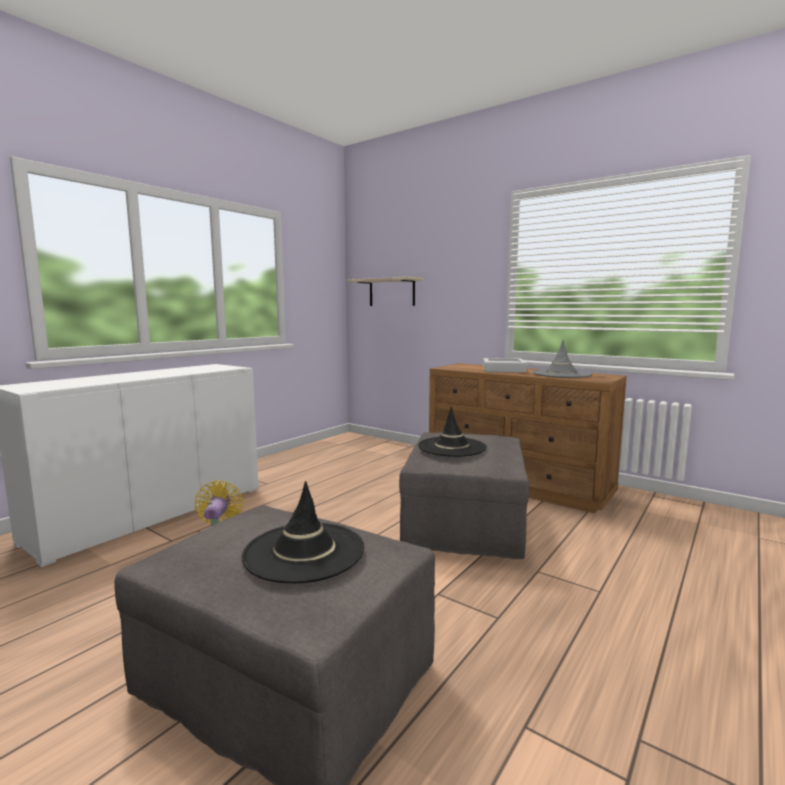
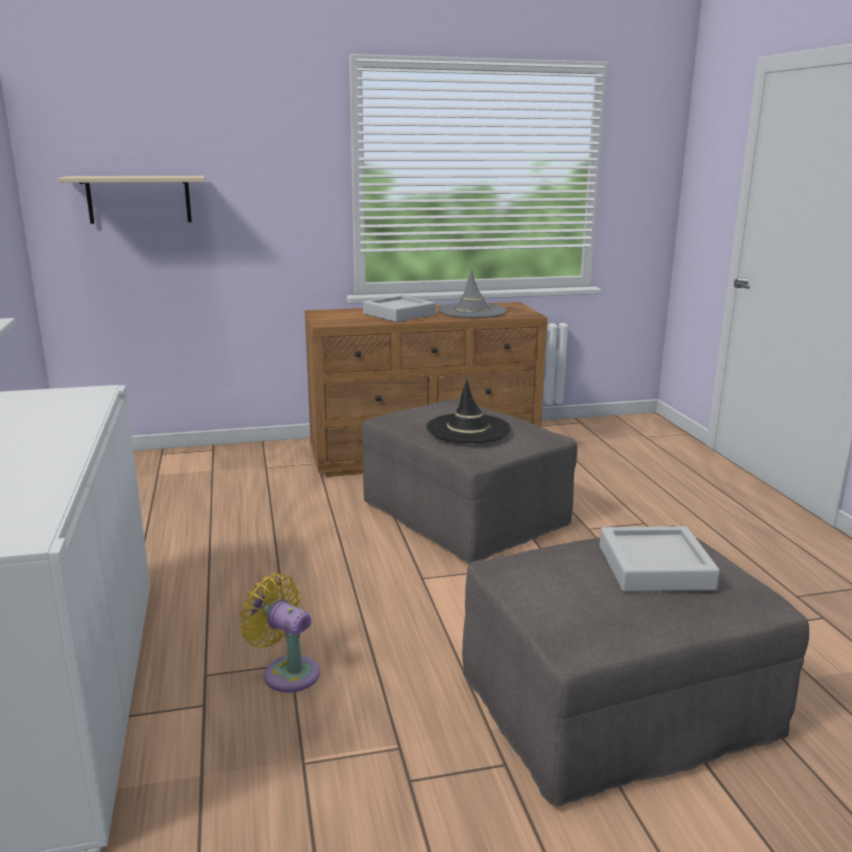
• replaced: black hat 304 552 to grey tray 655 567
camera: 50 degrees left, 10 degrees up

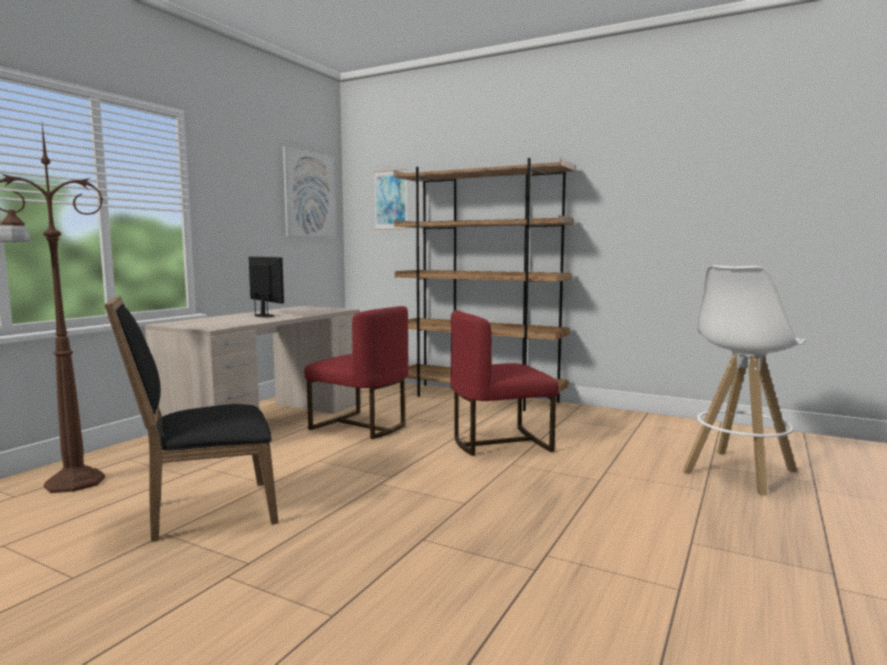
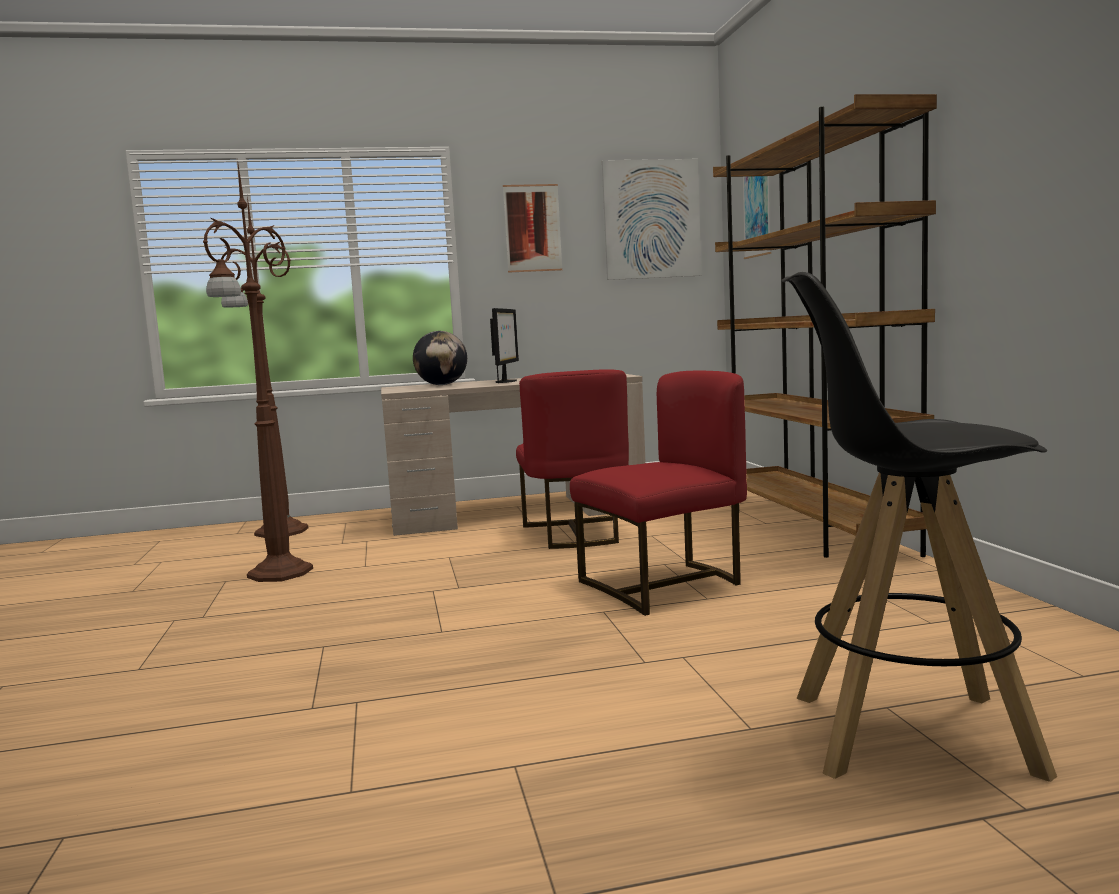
• replaced: black chair 204 512 to brown floor lamp 277 574
• added: globe 442 385
• added: picture 532 228
• turned: red chair 499 442 = 664 585 120 degrees clockwise
• recoloured: white stool 738 472 to black stool 908 733
camera: 50 degrees right, 0 degrees up

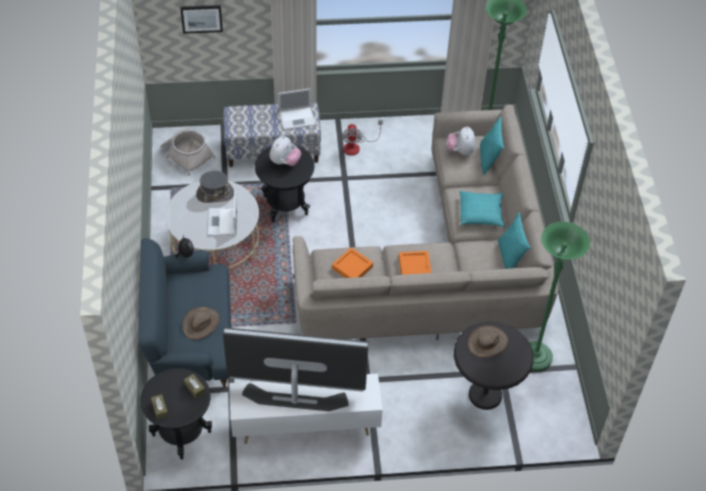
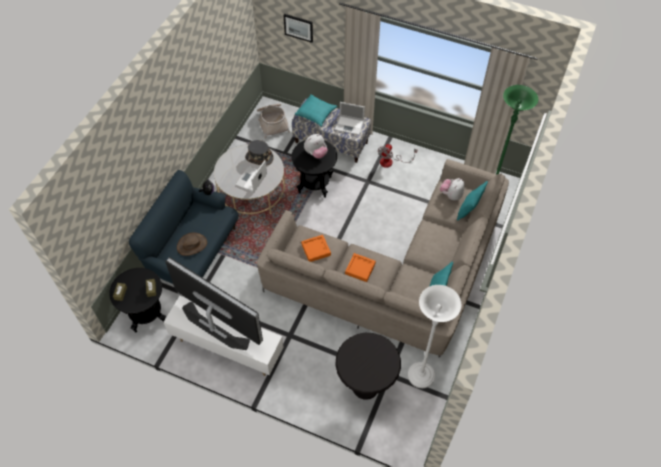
• moved: turquoise pillow 481 213 to 316 113
• recoloured: green floor lamp 535 357 to white floor lamp 421 376
• removed: brown hat 488 342
camera: 30 degrees right, 5 degrees up

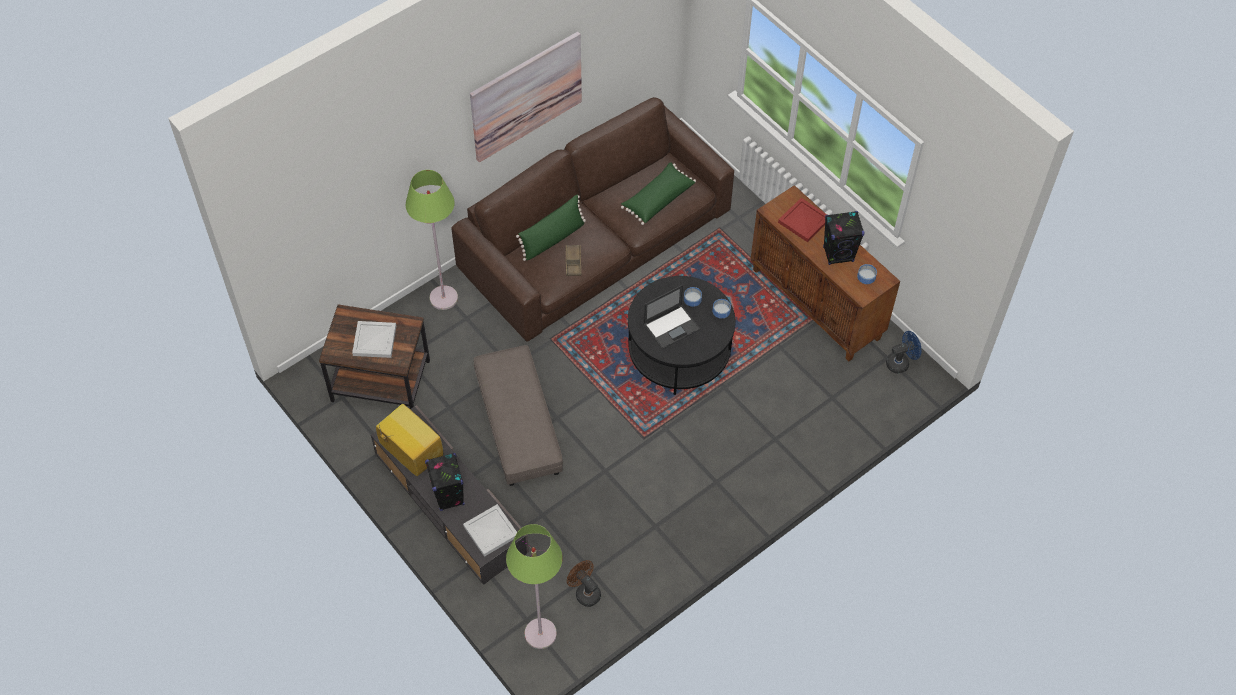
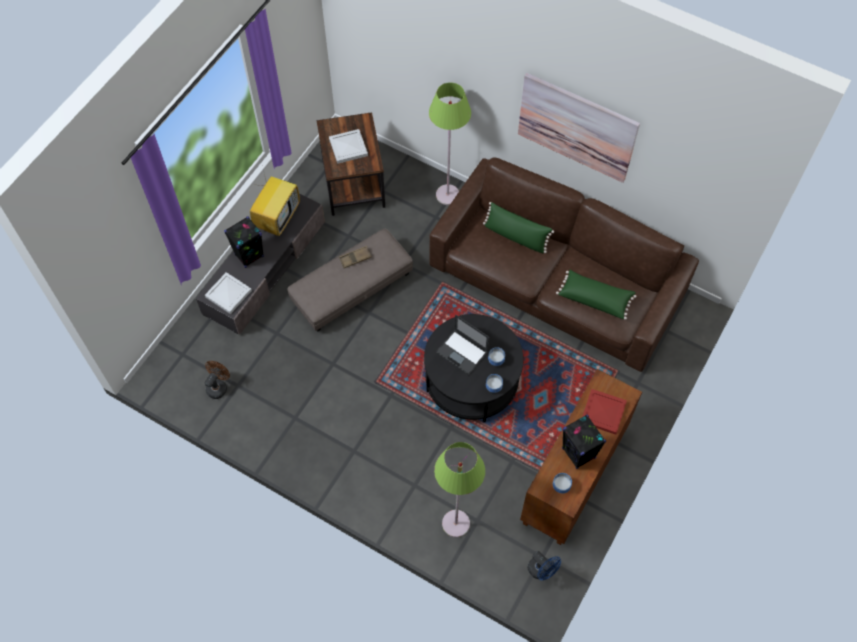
• moved: brown tray 573 262 to 355 258
• moved: green floor lamp 540 633 to 455 523
camera: 70 degrees right, 5 degrees up

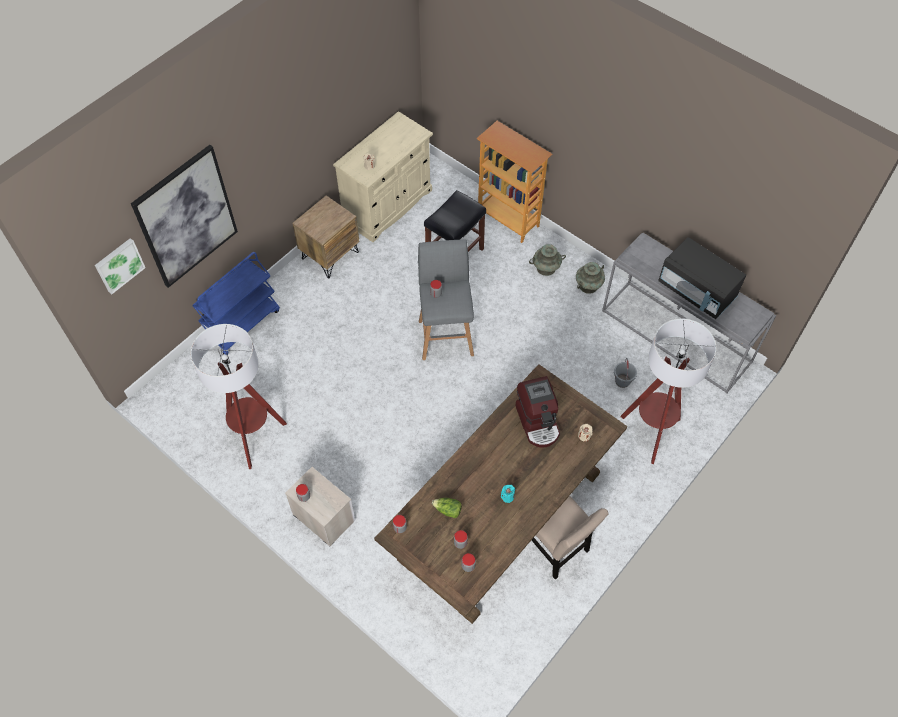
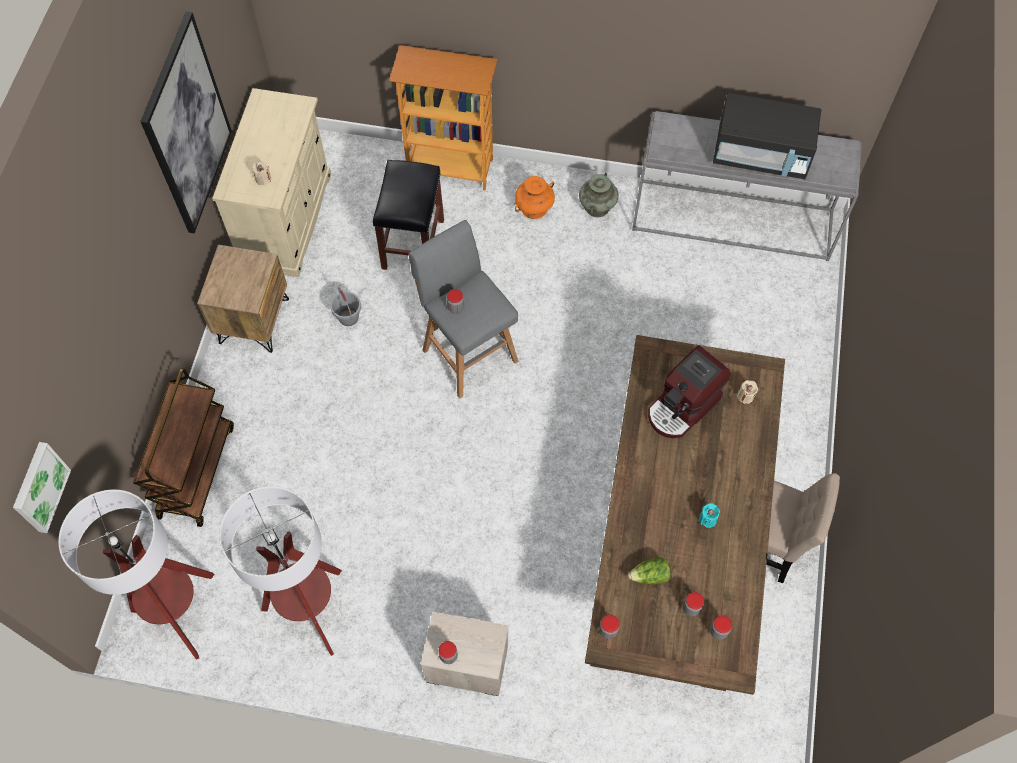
• moved: floor lamp 651 432 to 181 613
• recoloured: blue cart 242 324 to brown cart 196 470
• moved: picture 186 217 to 187 126
• moved: grey bucket 622 381 to 349 317
• recoloured: turquoise vase 546 268 to orange vase 534 208
• turned: coffee machine 538 422 = 683 407 90 degrees clockwise
camera: 30 degrees left, 5 degrees up

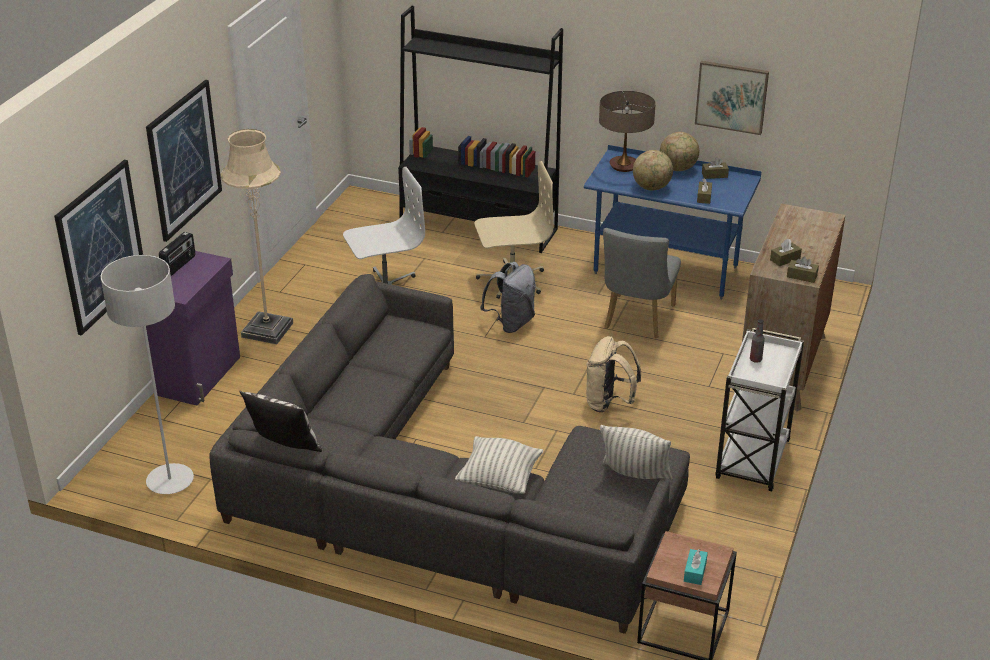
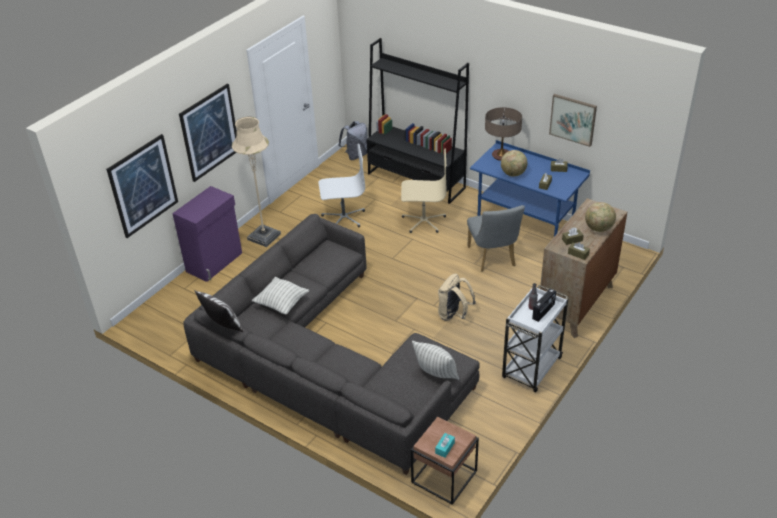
• moved: pillow 499 480 to 281 304
• moved: grey backpack 511 323 to 356 155
• turned: grey chair 636 320 = 493 259 45 degrees counterclockwise
• moved: radio 179 265 to 543 312
• moved: globe 678 169 to 598 228
• removed: grey floor lamp 170 481
camera: 15 degrees right, 5 degrees up

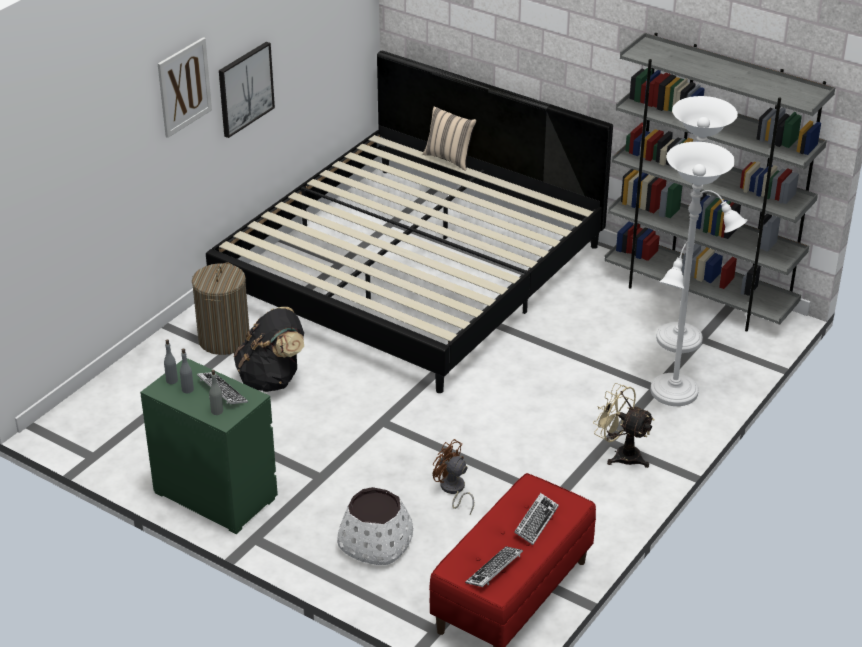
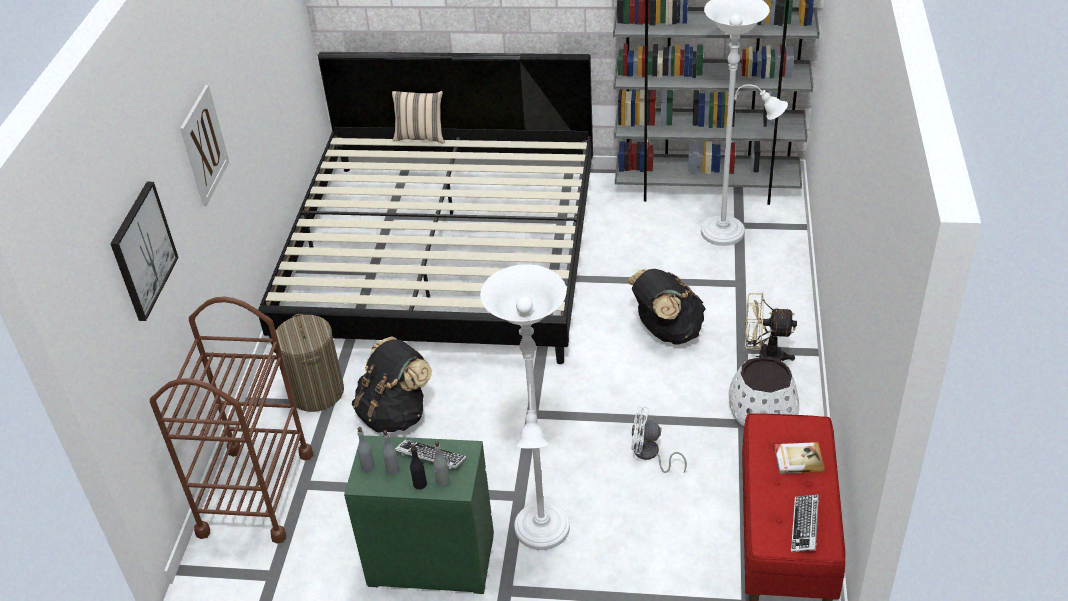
• moved: picture 245 88 to 142 250
• added: brown cart 256 493
• added: black bottle 420 484
• moved: white floor lamp 672 395 to 542 534
• added: black backpack 666 331
• recoloured: brown fan 453 490 to white fan 649 455
• moved: white planter 375 543 to 762 408
• replaced: keyboard 535 522 to book 798 459
camera: 25 degrees left, 5 degrees up

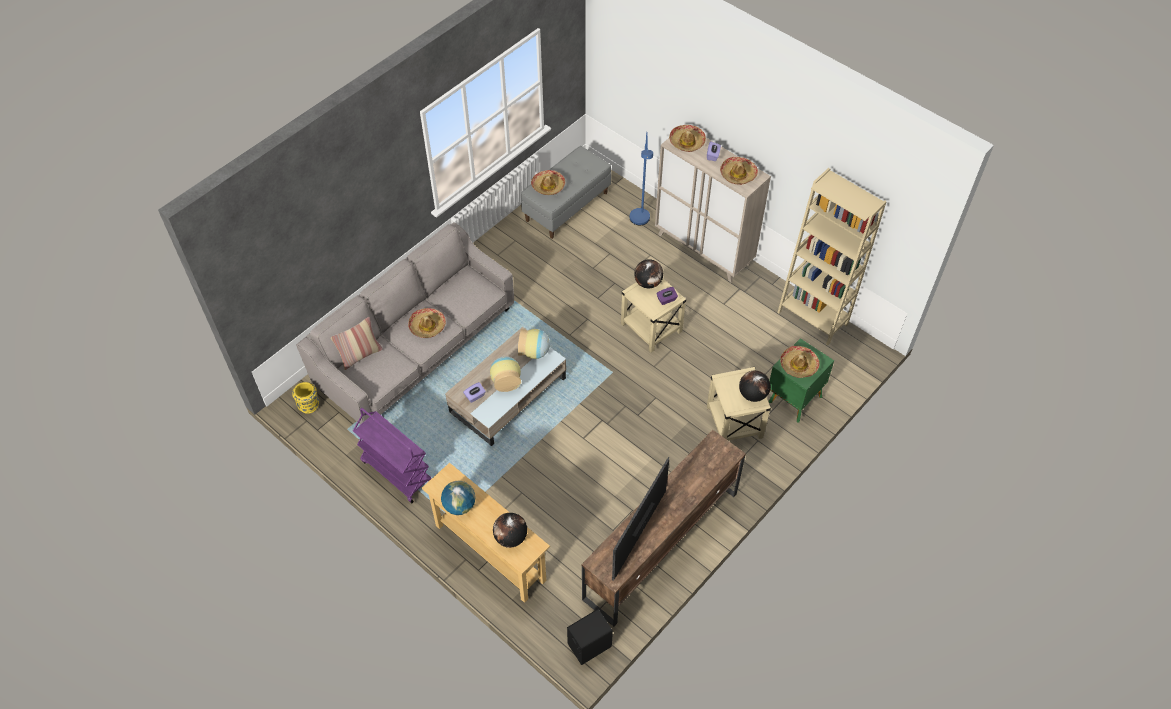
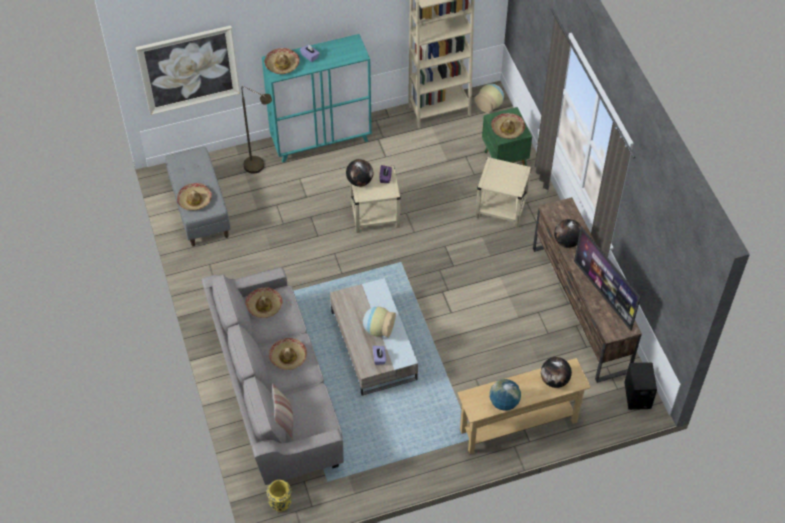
• added: picture 189 69
• recoloured: blue floor lamp 640 222 to brown floor lamp 259 167
• moved: hat 738 174 to 264 305
• recoloured: beige cabinet 704 249 to turquoise cabinet 321 141
• moved: vase 534 352 to 490 105
• moved: globe 752 394 to 566 242
• removed: purple cart 396 472
camera: 60 degrees left, 0 degrees up

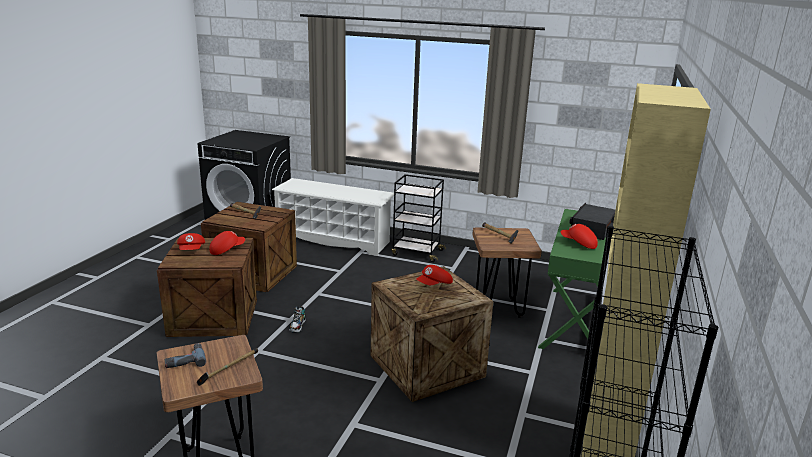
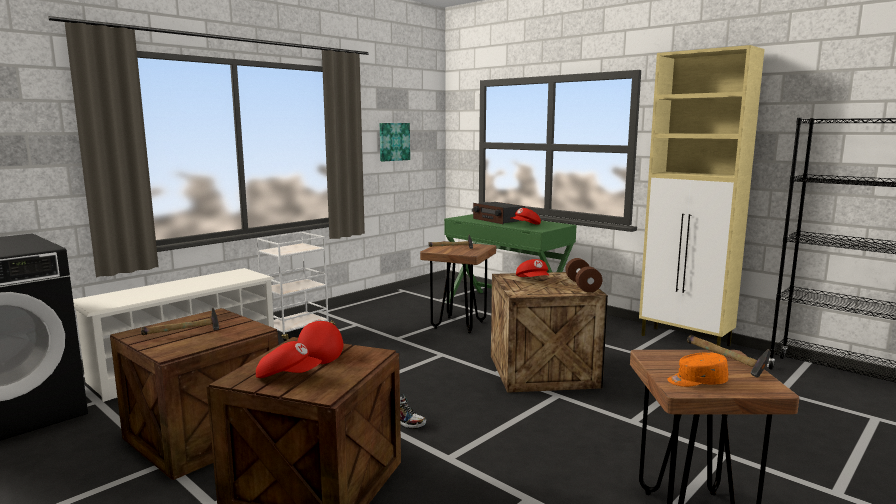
• recoloured: black cart 416 252 to white cart 297 331
• added: picture 393 141
• added: brown dumbbell 582 286
• replaced: power drill 185 360 to orange cap 696 381
camera: 65 degrees left, 10 degrees down

